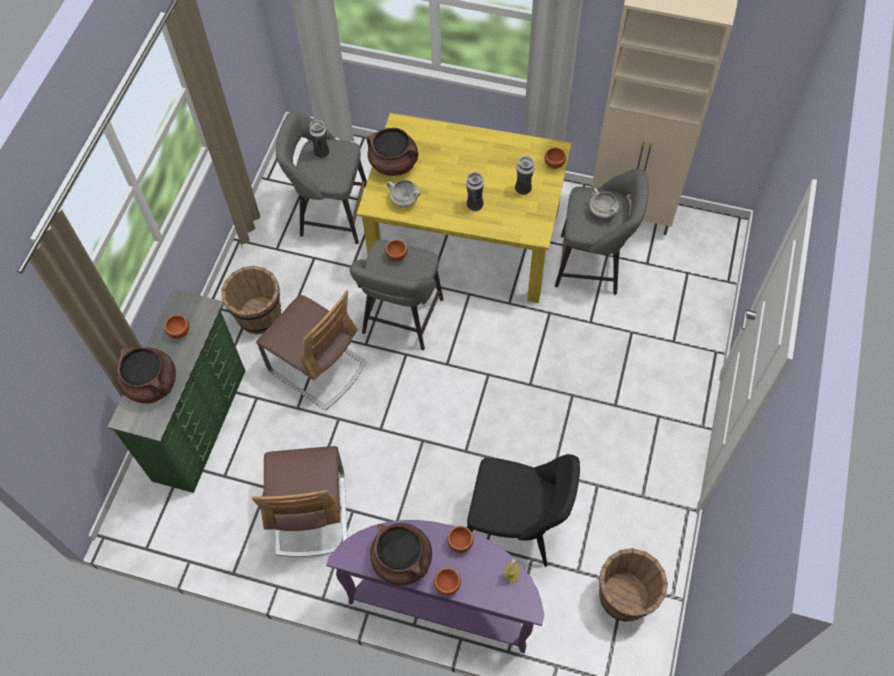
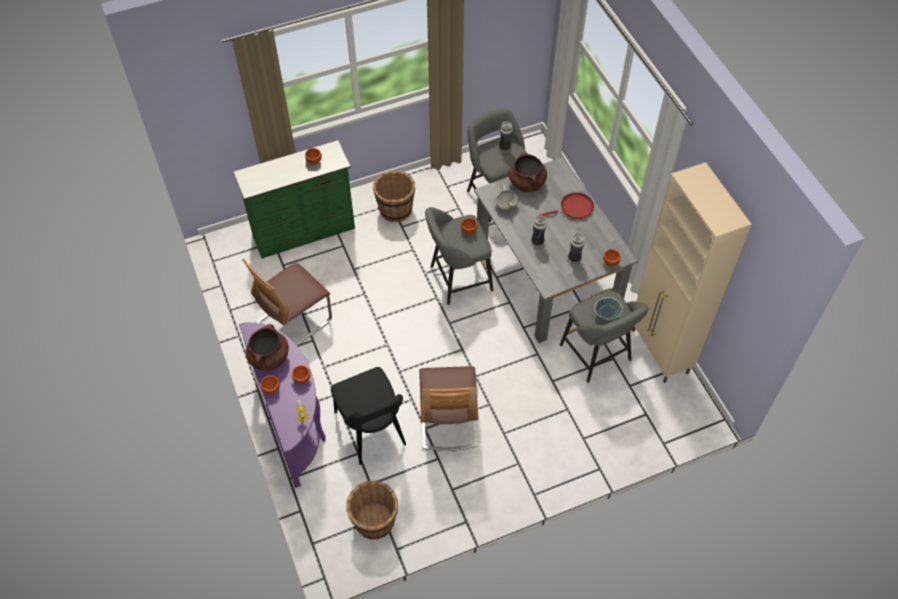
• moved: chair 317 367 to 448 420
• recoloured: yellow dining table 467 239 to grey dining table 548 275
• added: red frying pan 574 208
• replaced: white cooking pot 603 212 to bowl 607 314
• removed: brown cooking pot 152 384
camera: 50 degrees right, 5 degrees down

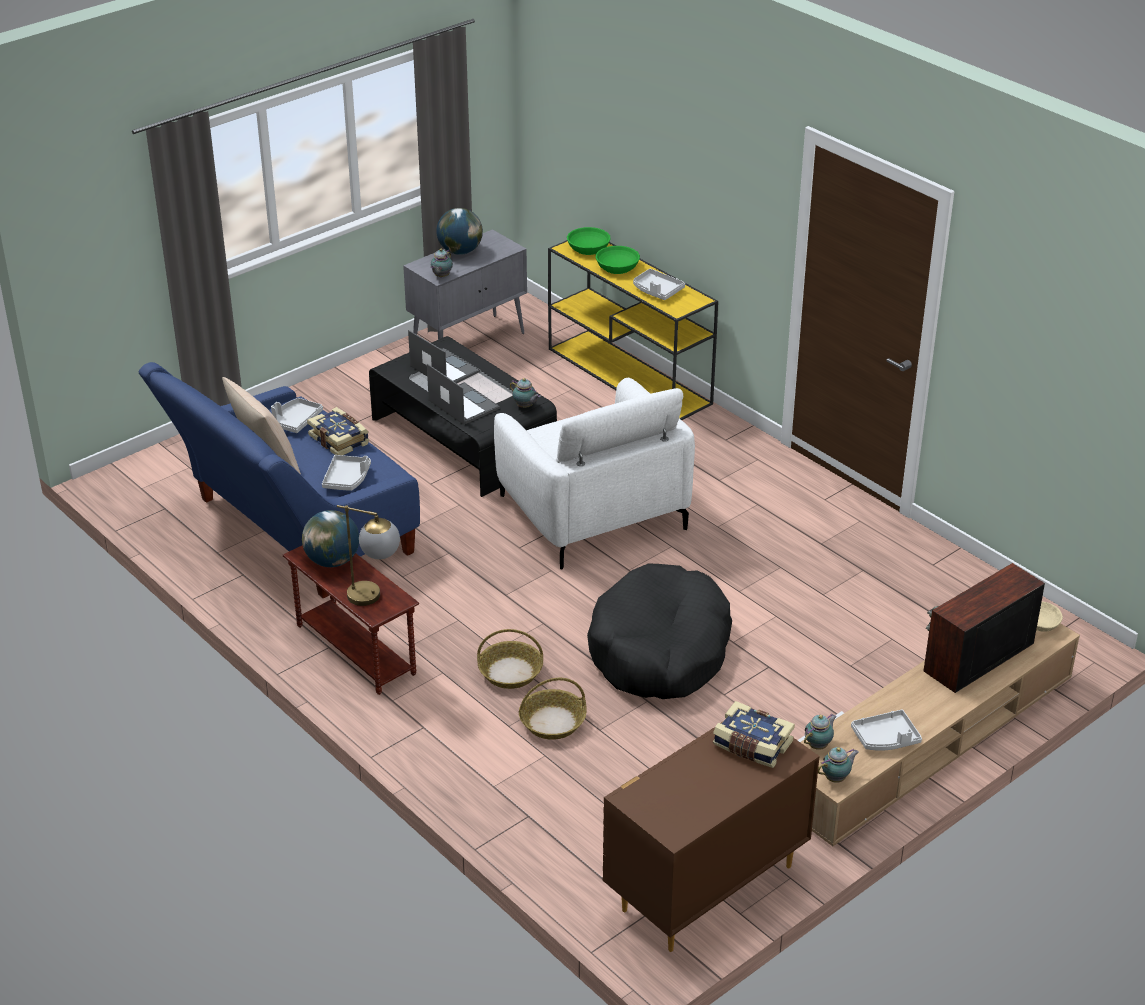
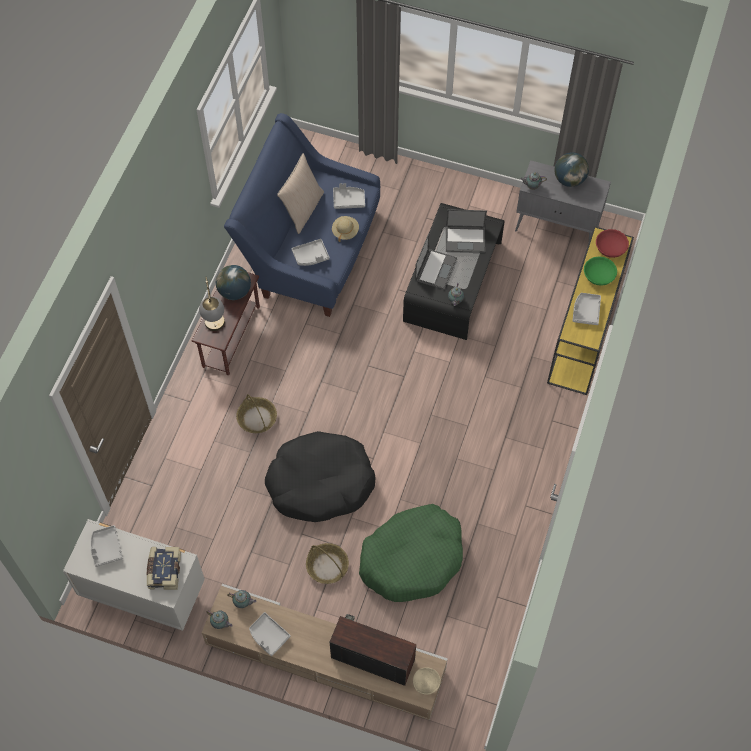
• recoloured: brown dresser 704 888 to white dresser 143 594
• added: grey tray 106 548
• moved: basket 552 722 to 327 566
• replaced: book 340 440 to beige hat 345 231
• added: green dog bed 412 558
• turned: laptop 444 369 = 465 239 75 degrees clockwise
• recoloured: green bowl 588 248 to red bowl 610 247
• removed: white armchair 591 512
camera: 60 degrees right, 25 degrees up

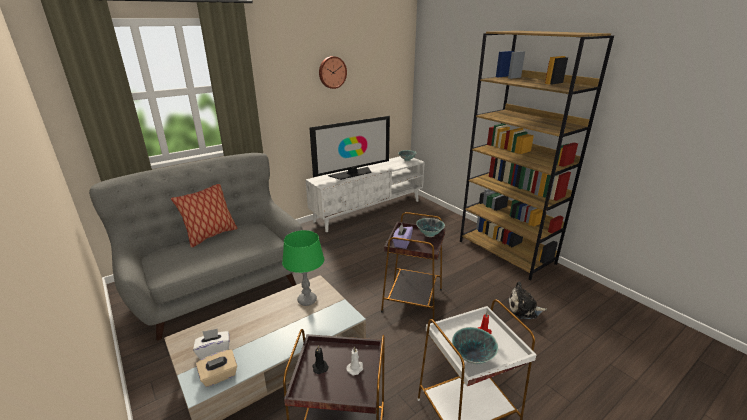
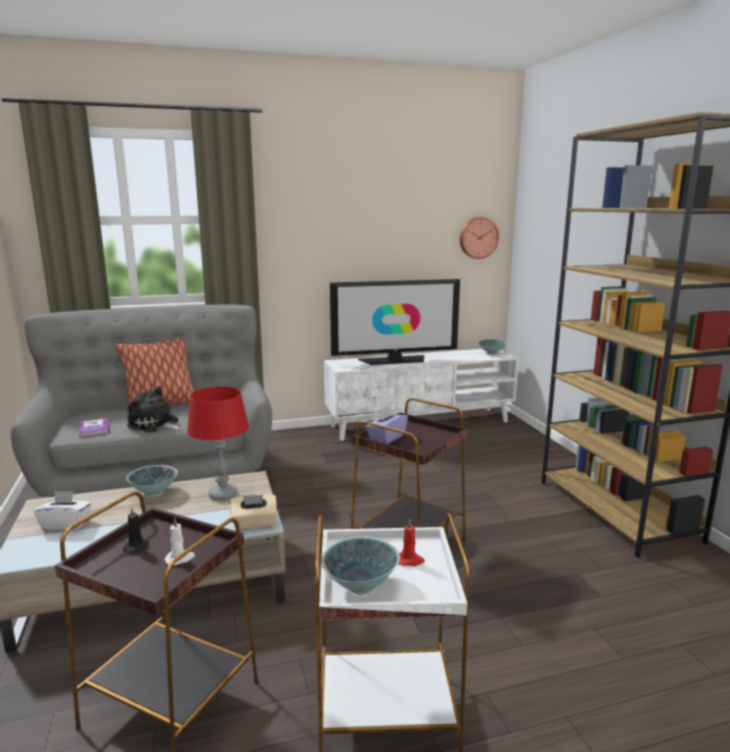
• added: book 94 428
• moved: plush toy 524 309 to 155 425
• moved: bowl 429 235 to 154 493
• recoloured: green table lamp 307 300 to red table lamp 223 495
• moved: beige tissue box 219 376 to 254 524
• moved: wall clock 332 72 to 478 237
camera: 20 degrees right, 10 degrees down

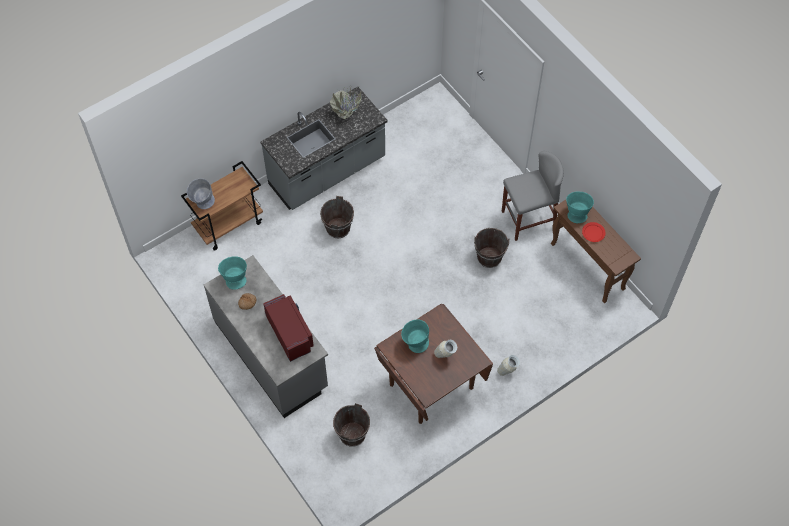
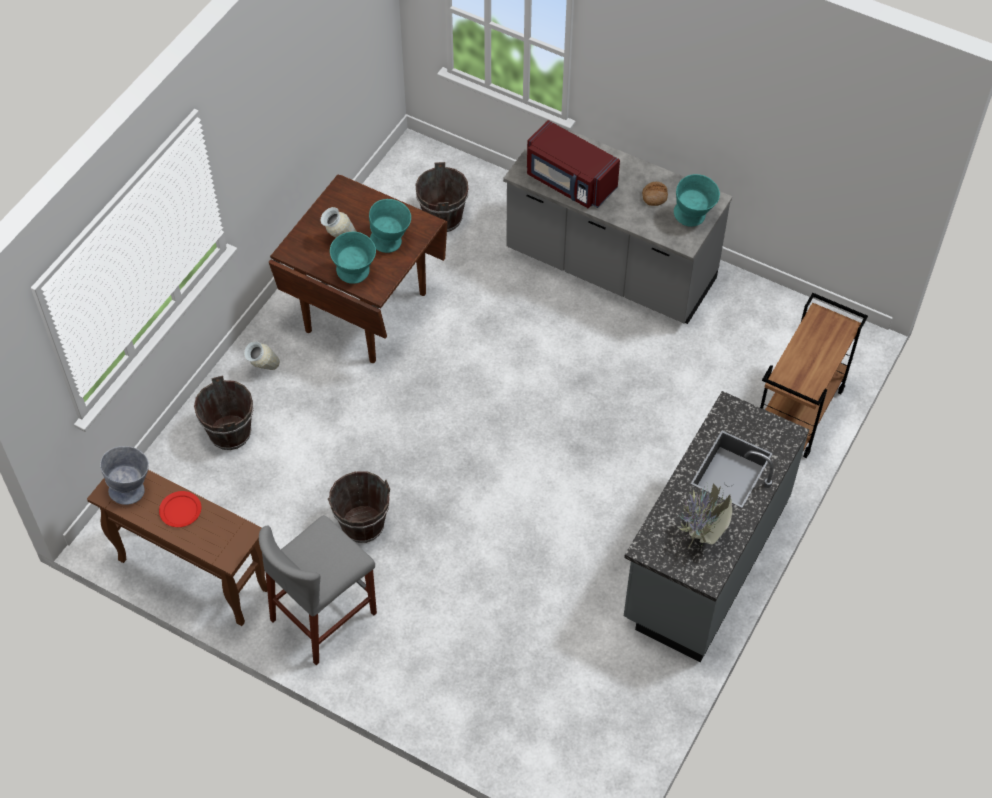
• moved: grey bowl 202 203 to 132 487
• moved: brown bucket 338 228 to 230 433
• moved: turquoise bowl 577 213 to 355 276
camera: 155 degrees right, 5 degrees down

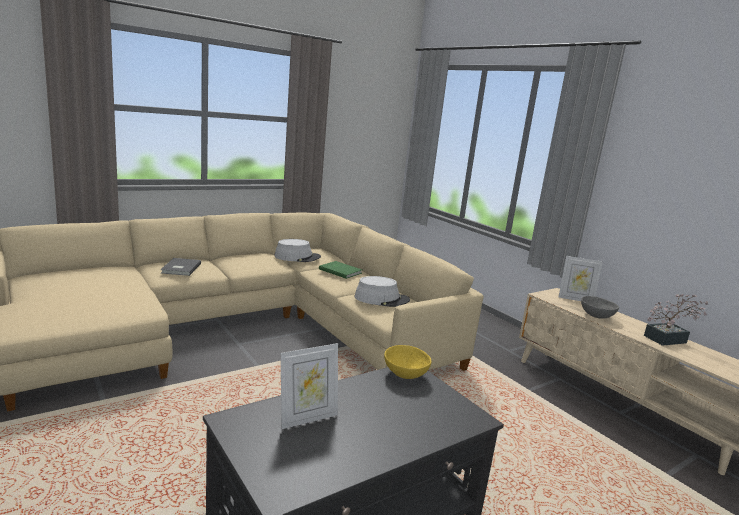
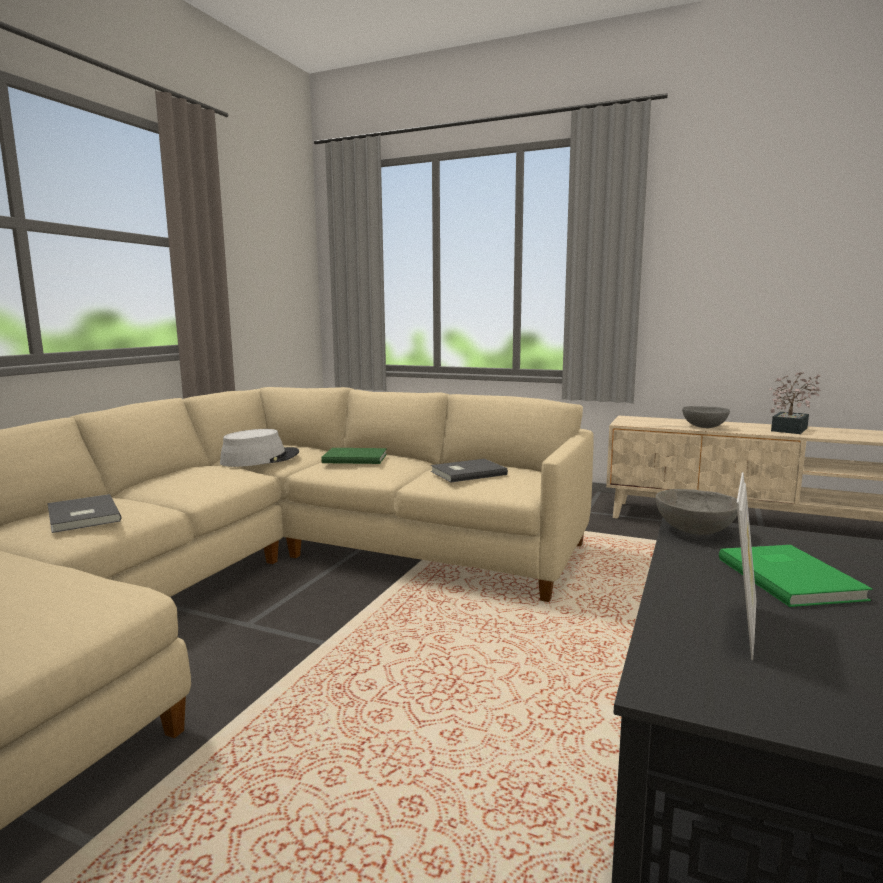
• replaced: grey hat 381 299 to grey book 466 473
• recoloured: yellow bowl 405 374 to grey bowl 693 530
• added: green book 790 577
• removed: picture frame 575 299
camera: 30 degrees left, 5 degrees down

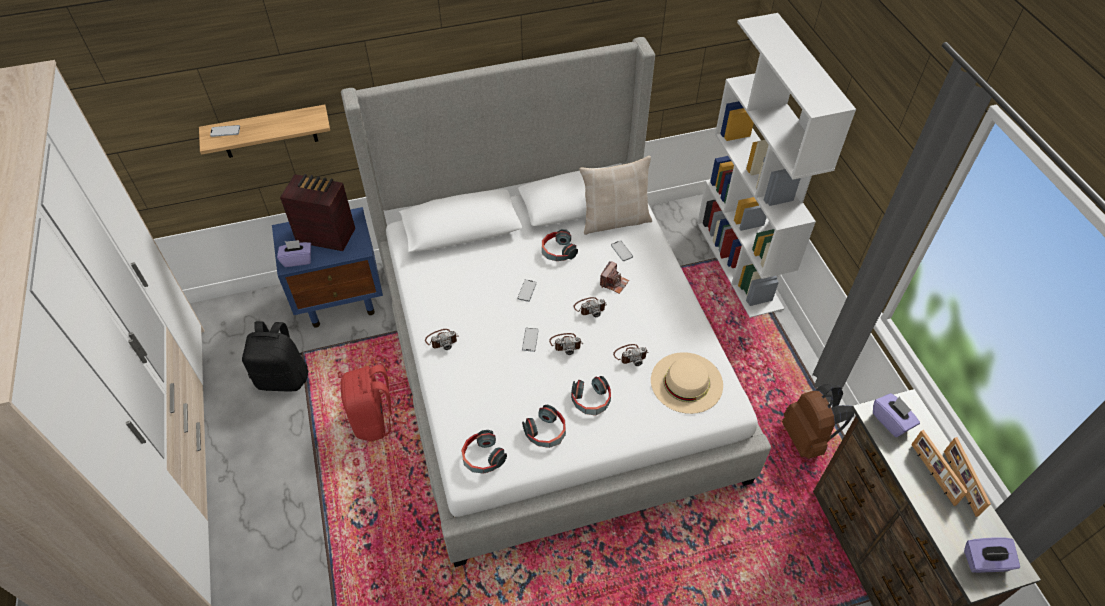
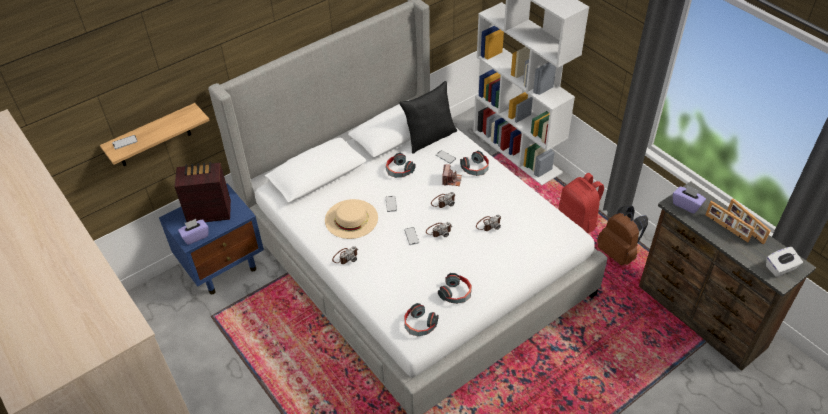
• moved: beige hat 686 382 to 351 218
• recoloured: beige pillow 615 220 to black pillow 429 137
• moved: headphones 591 400 to 475 168
• moved: red backpack 375 420 to 578 222
• recoloured: purple tissue box 985 562 to white tissue box 780 268
• removed: black backpack 283 377
camera: 20 degrees left, 5 degrees down

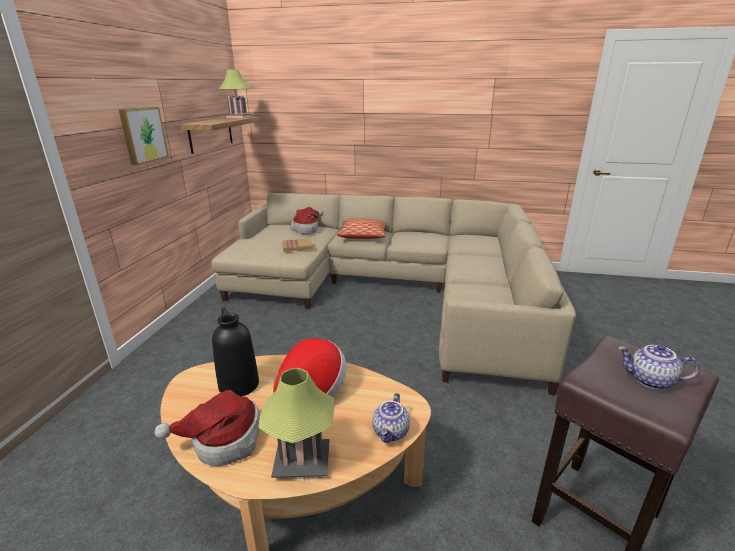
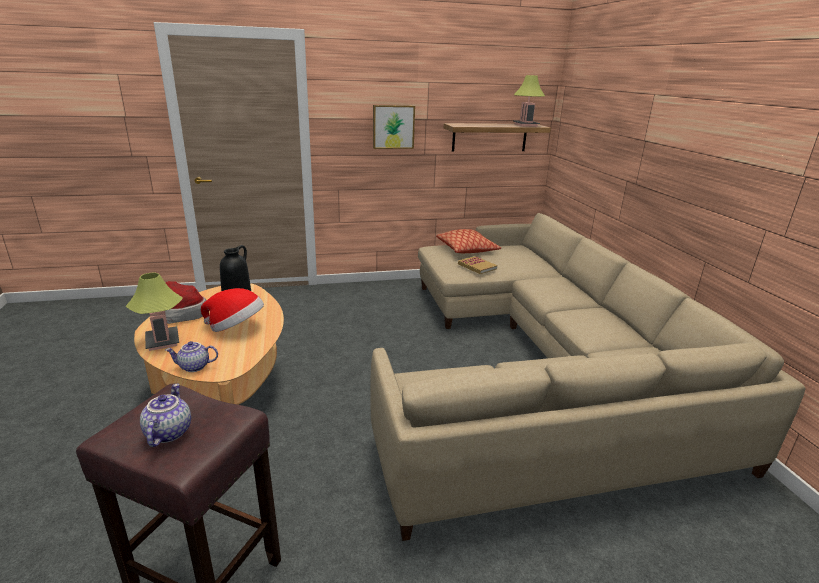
• moved: pillow 363 236 to 467 249
• removed: hat 307 229
camera: 65 degrees right, 0 degrees up

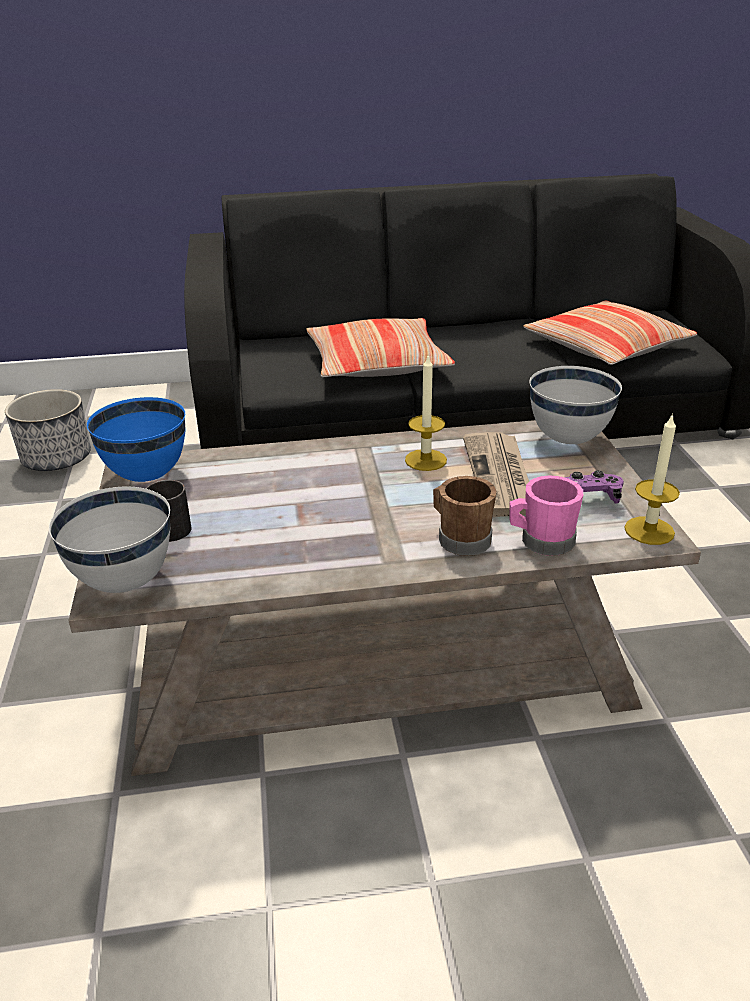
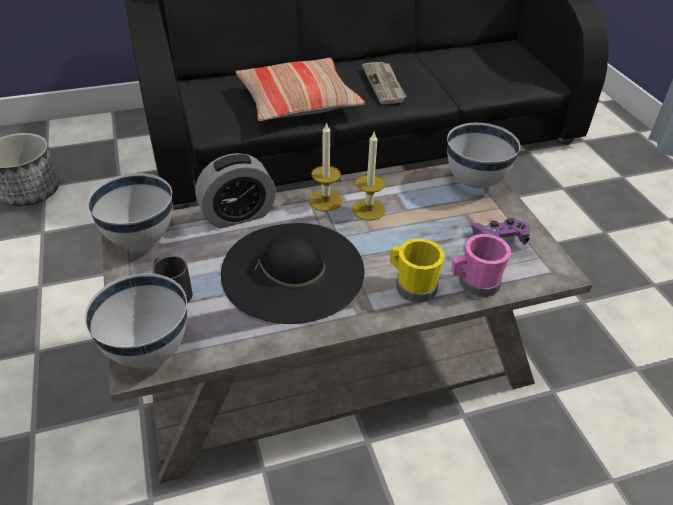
• recoloured: blue bowl 146 475 to white bowl 140 240
• added: alarm clock 238 215
• added: black hat 293 270
• moved: candle 649 530 to 325 200
• moved: newspaper 500 476 to 384 85
• recoloured: brown mug 460 538 to yellow mug 411 285
• removed: pillow 606 348
camera: 10 degrees left, 10 degrees up

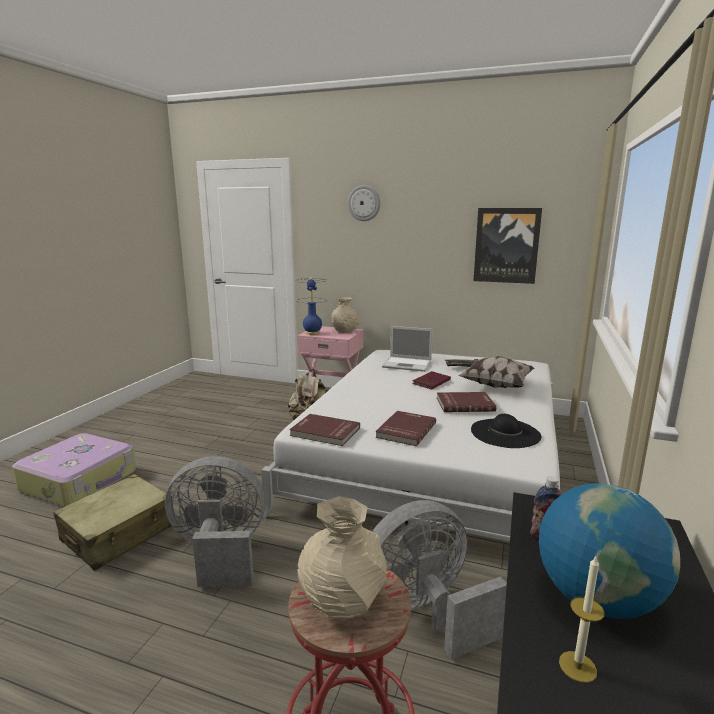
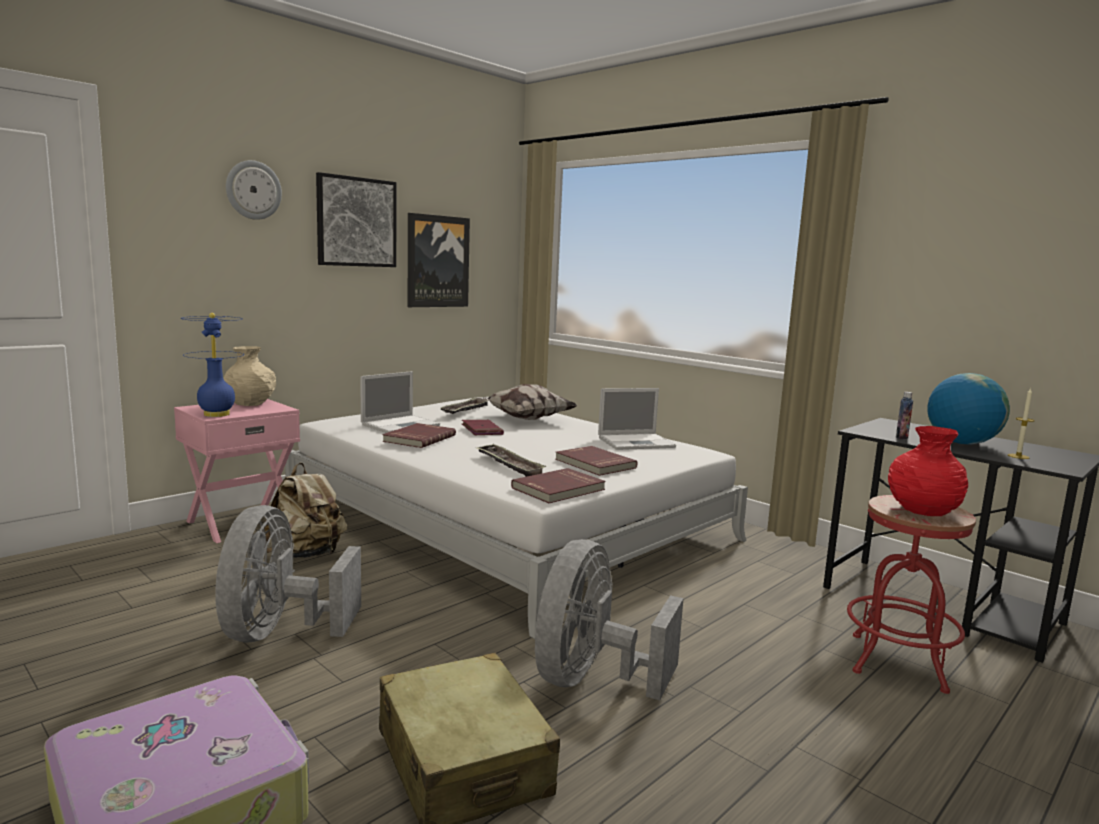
• moved: grey fan 425 612 to 279 632
• added: picture 356 222
• moved: red book 464 404 to 418 438
• added: tray 509 464
• replaced: black hat 505 433 to laptop 637 442
• recoloured: beige vase 342 599 to red vase 921 511
camera: 65 degrees left, 5 degrees down

